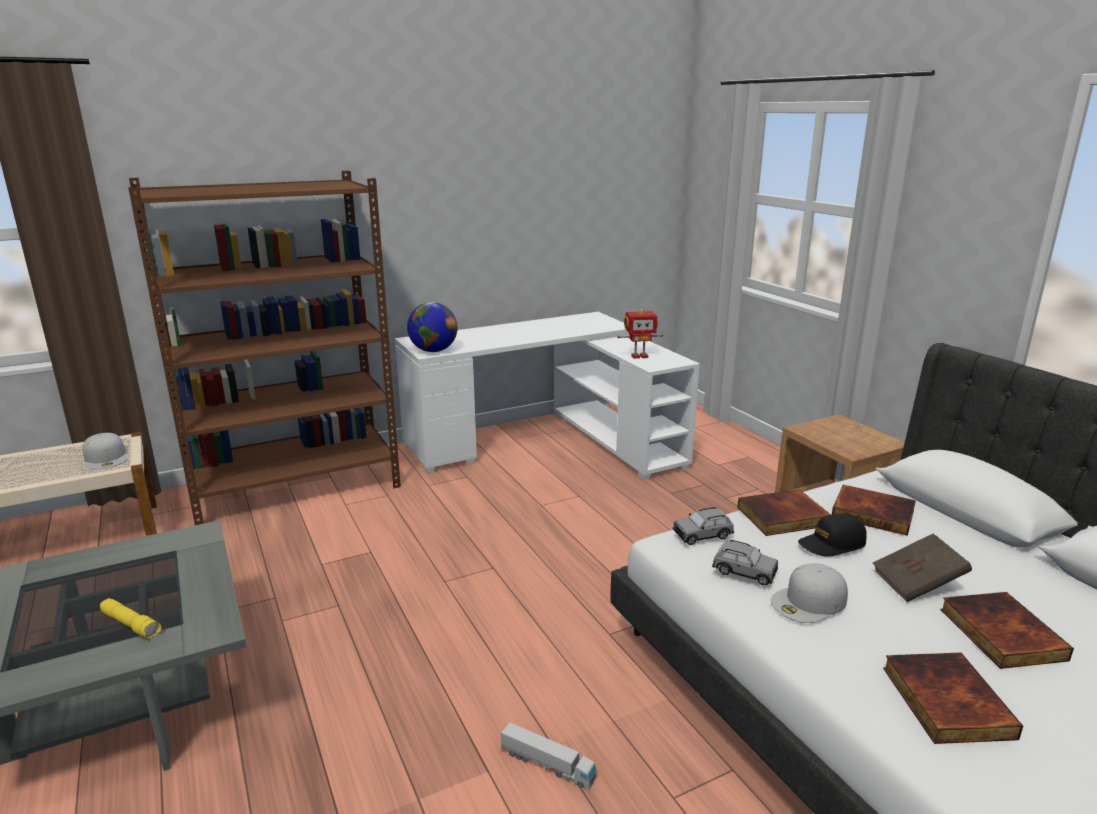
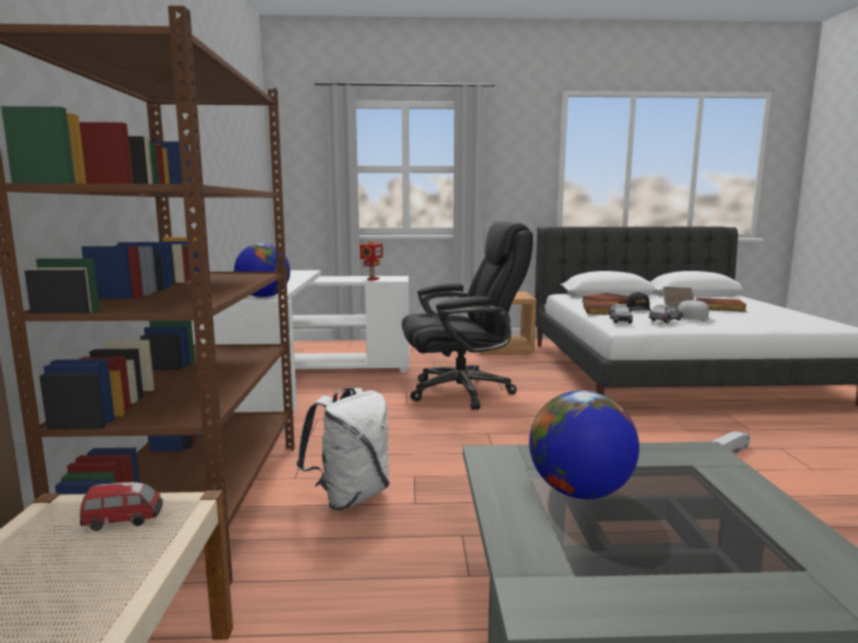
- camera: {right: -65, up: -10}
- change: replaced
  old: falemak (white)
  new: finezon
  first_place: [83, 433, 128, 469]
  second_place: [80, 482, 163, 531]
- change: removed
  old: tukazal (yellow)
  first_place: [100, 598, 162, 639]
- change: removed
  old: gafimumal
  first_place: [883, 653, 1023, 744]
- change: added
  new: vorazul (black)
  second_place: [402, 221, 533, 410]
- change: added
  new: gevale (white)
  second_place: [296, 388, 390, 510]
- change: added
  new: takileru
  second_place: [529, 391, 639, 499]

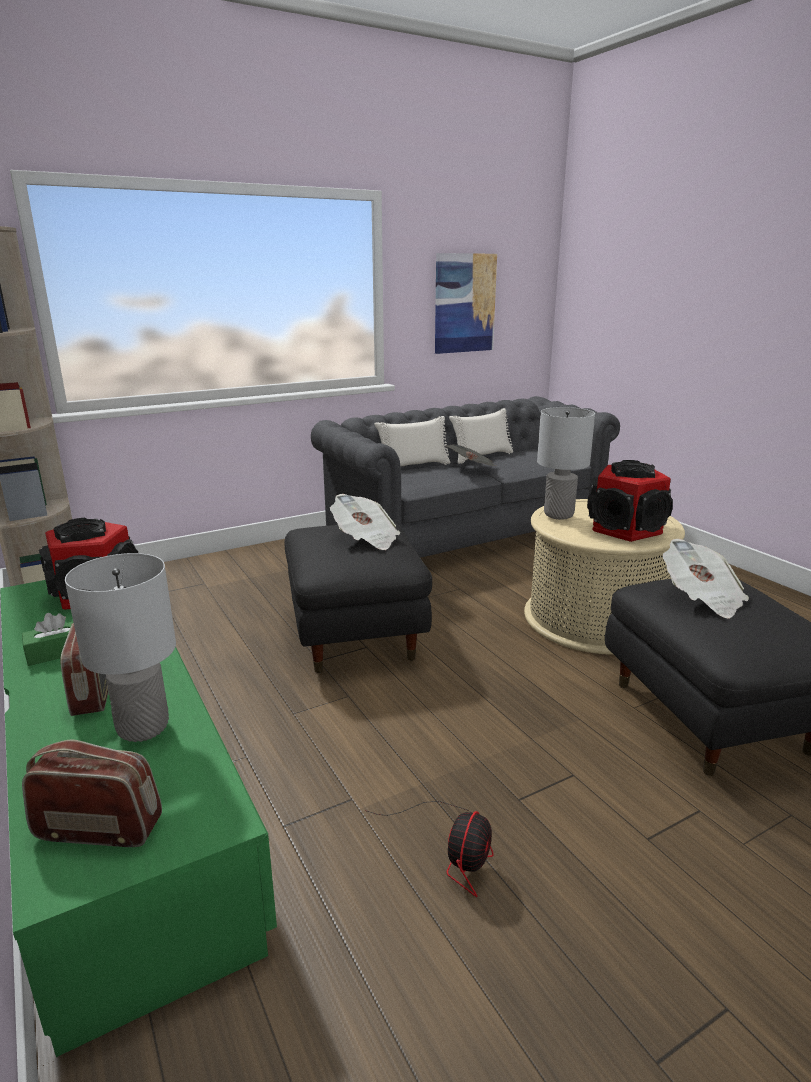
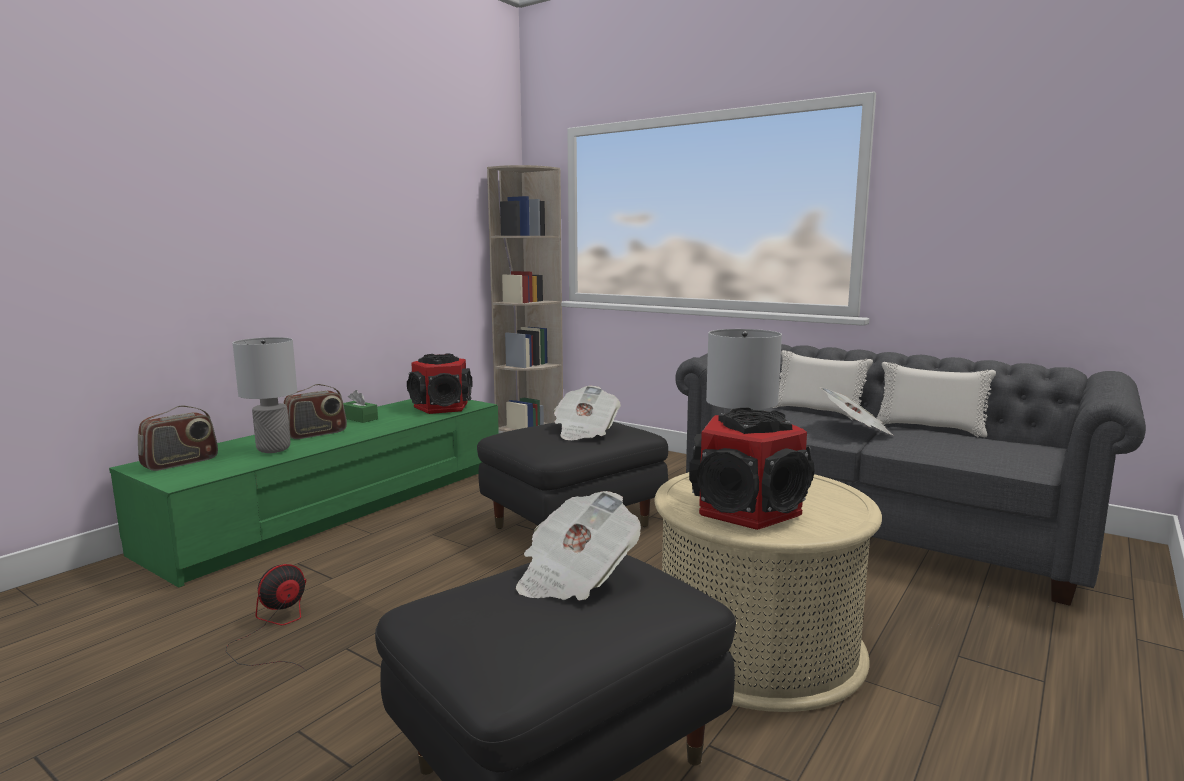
- camera: {right: 65, up: -10}
- change: removed
  old: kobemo
  first_place: [435, 253, 497, 354]
- change: turned
  old: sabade
  first_place: [22, 739, 162, 847]
  second_place: [138, 406, 218, 471]
  degrees: 60
- change: turned
  old: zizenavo
  first_place: [365, 801, 494, 897]
  second_place: [226, 564, 306, 671]
  degrees: 135

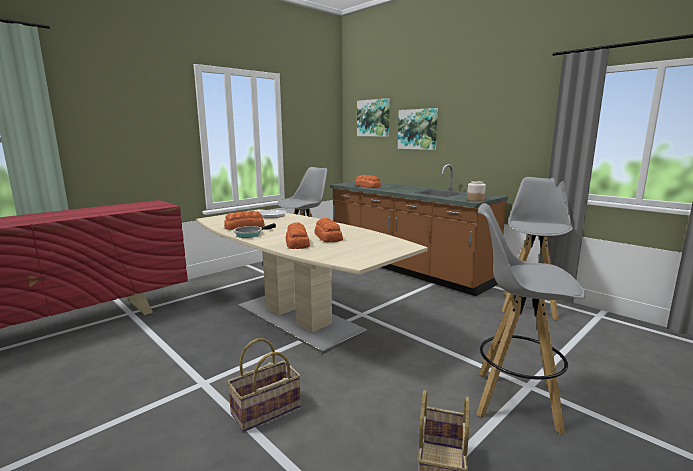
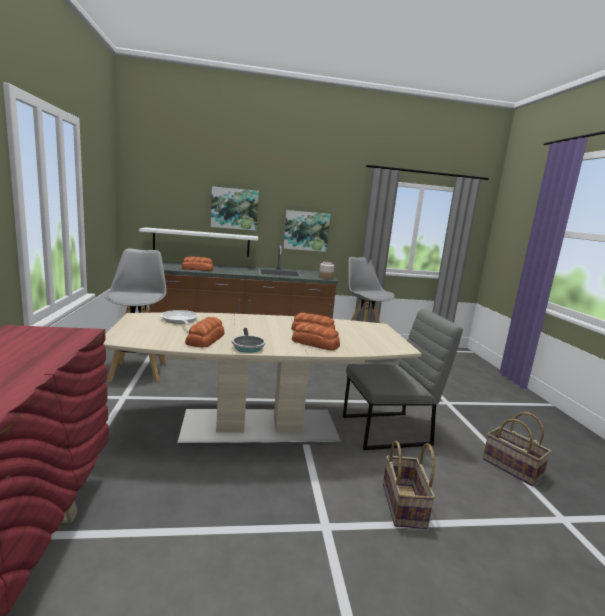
- camera: {right: -55, up: 0}
- change: moved
  old: kobemo
  first_place: [357, 98, 390, 136]
  second_place: [283, 210, 330, 252]
- change: removed
  old: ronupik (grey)
  first_place: [476, 203, 586, 434]
- change: added
  new: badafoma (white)
  second_place: [139, 227, 258, 257]
- change: added
  new: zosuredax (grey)
  second_place: [343, 309, 463, 450]

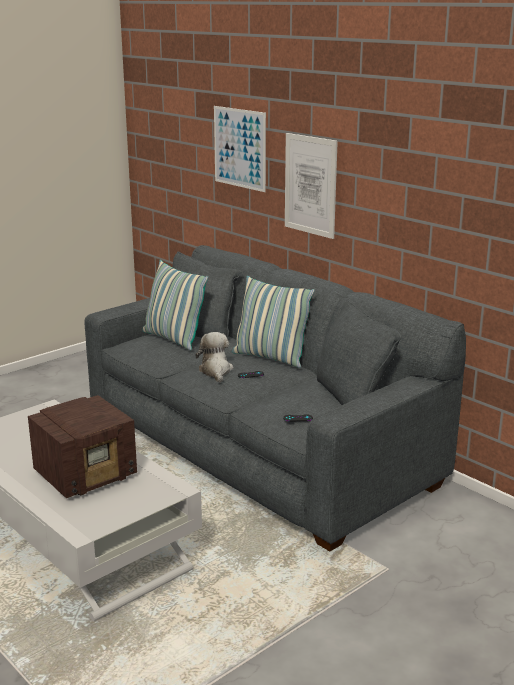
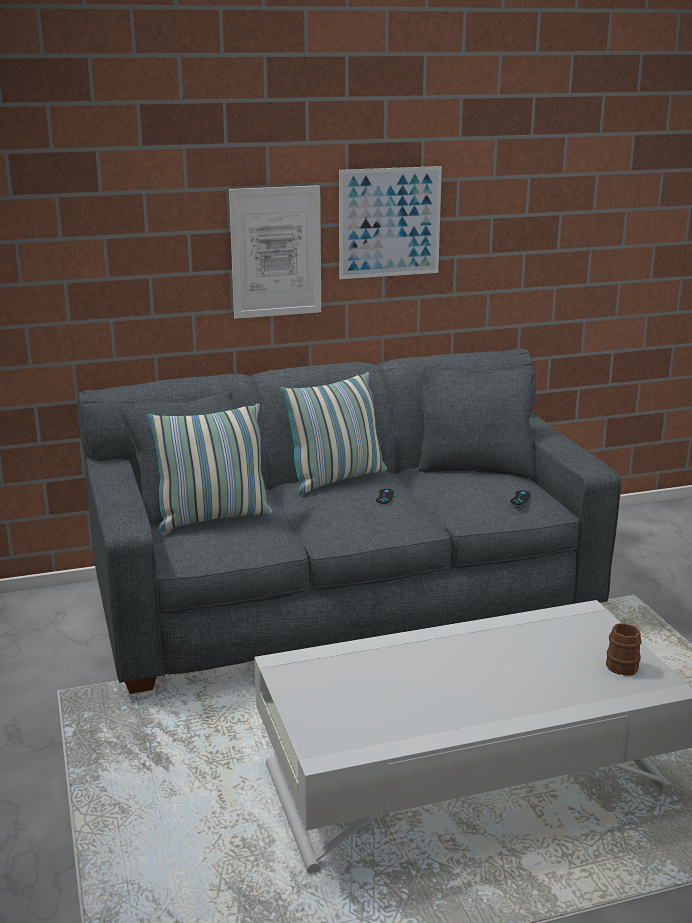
- camera: {right: -65, up: 0}
- change: moved
  old: kobemo
  first_place: [214, 106, 266, 192]
  second_place: [339, 166, 442, 279]
- change: removed
  old: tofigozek
  first_place: [195, 332, 233, 383]
- change: removed
  old: sabade
  first_place: [28, 395, 137, 498]
- change: added
  new: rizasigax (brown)
  second_place: [606, 623, 642, 676]

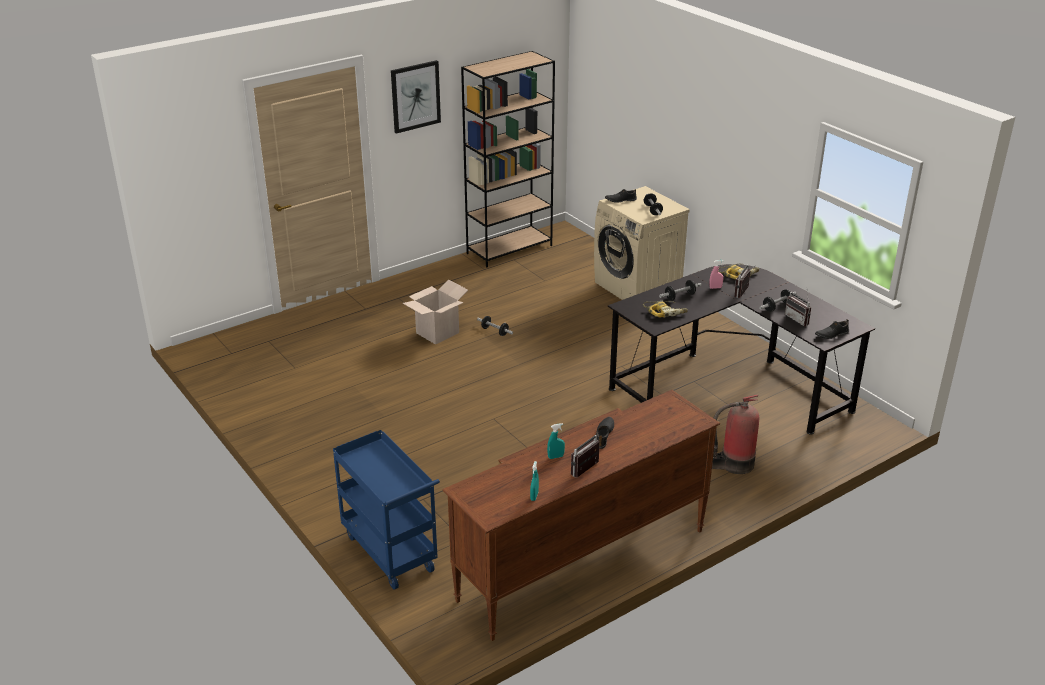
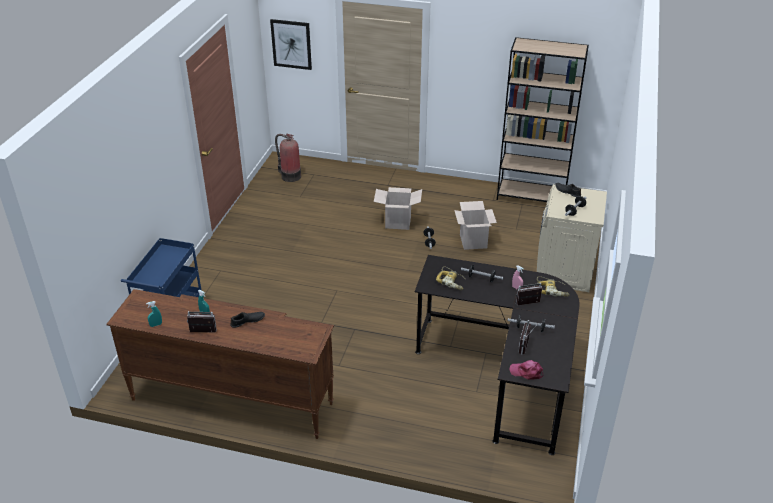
- camera: {right: 50, up: 5}
- change: moved
  old: kobemo
  first_place: [391, 60, 441, 134]
  second_place: [270, 19, 312, 70]
- change: replaced
  old: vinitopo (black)
  new: falemak (pink)
  first_place: [815, 319, 849, 339]
  second_place: [509, 360, 543, 380]
- change: moved
  old: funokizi
  first_place: [712, 394, 759, 474]
  second_place: [275, 134, 301, 182]
- change: added
  new: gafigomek
  second_place: [454, 201, 497, 250]

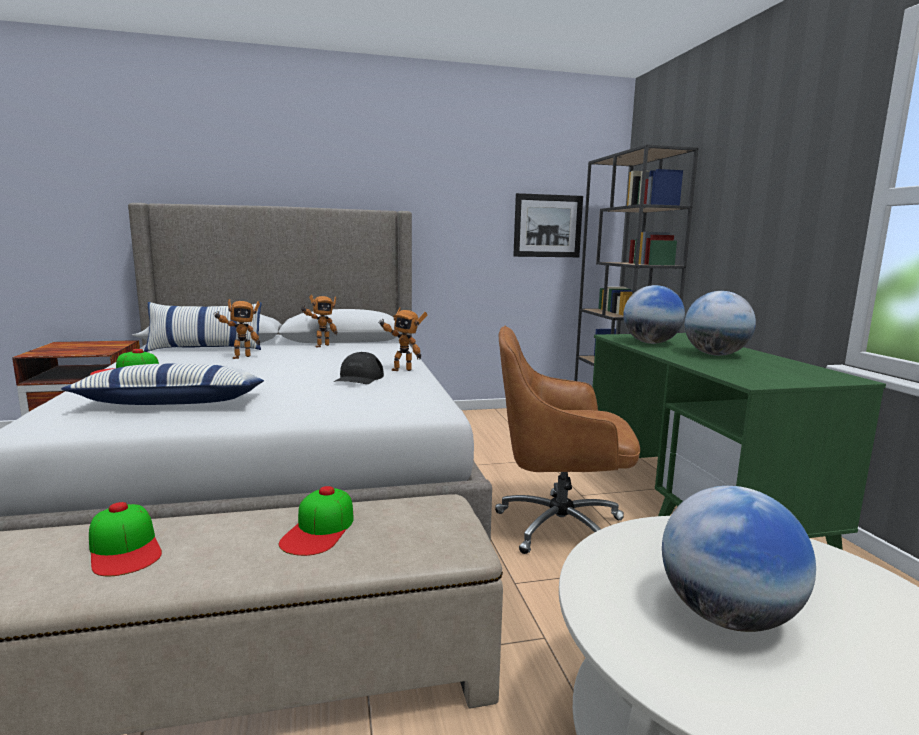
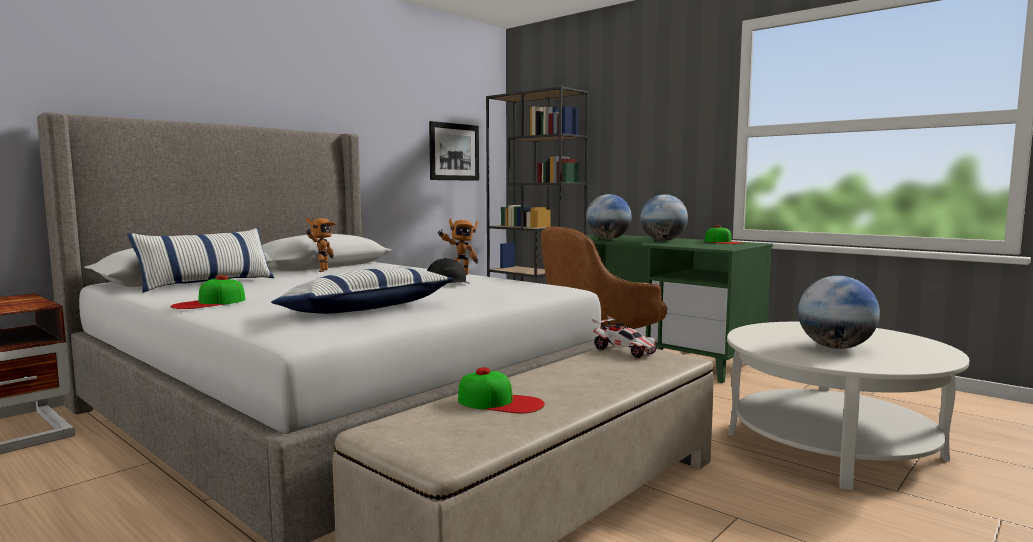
- camera: {right: -35, up: -5}
- change: removed
  old: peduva
  first_place: [213, 299, 260, 359]
- change: moved
  old: falemak
  first_place: [279, 486, 354, 556]
  second_place: [705, 225, 744, 244]
- change: added
  new: finezon
  second_place: [592, 316, 659, 358]

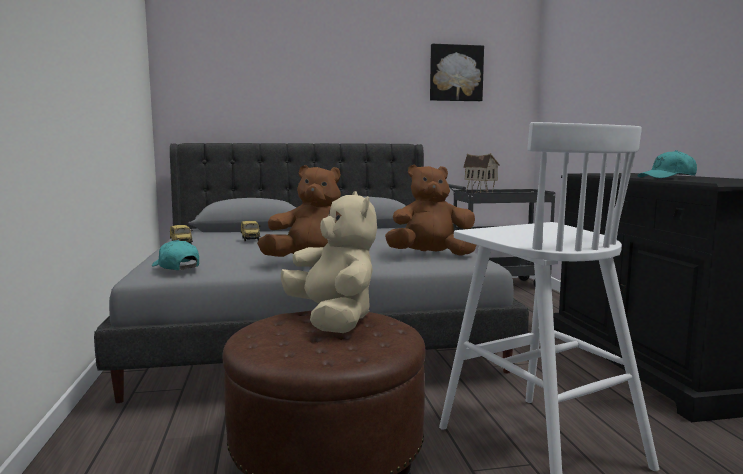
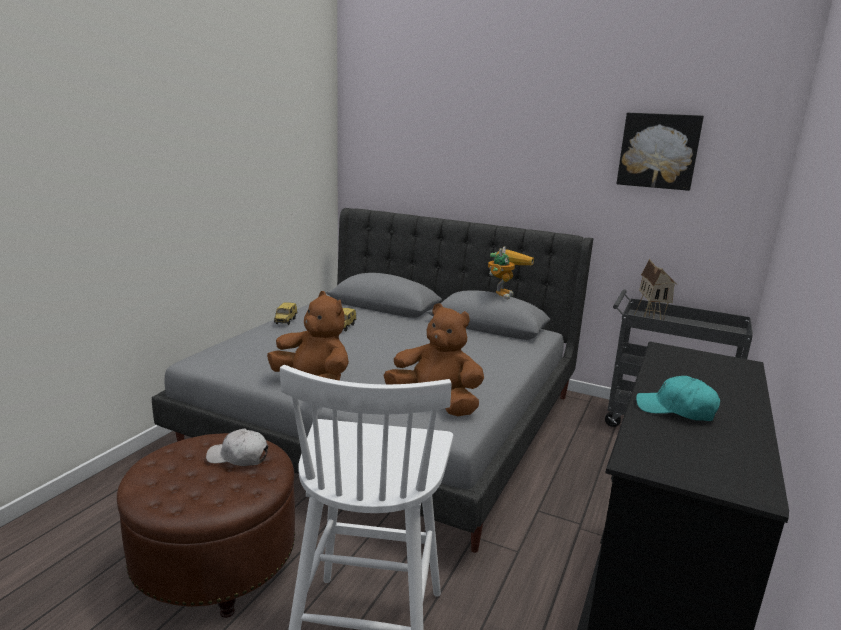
- camera: {right: 35, up: 10}
- change: replaced
  old: tofigozek (beige)
  new: falemak (white)
  first_place: [281, 191, 377, 333]
  second_place: [206, 429, 268, 466]
- change: removed
  old: falemak (turquoise)
  first_place: [152, 240, 199, 270]
- change: added
  new: peduva
  second_place: [488, 246, 534, 300]

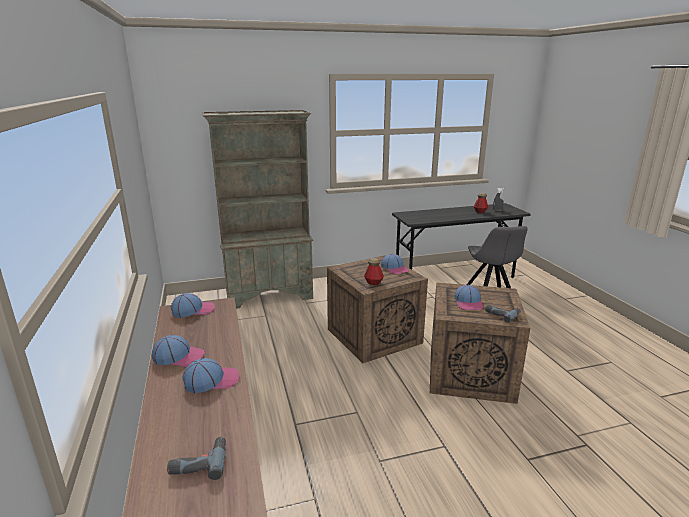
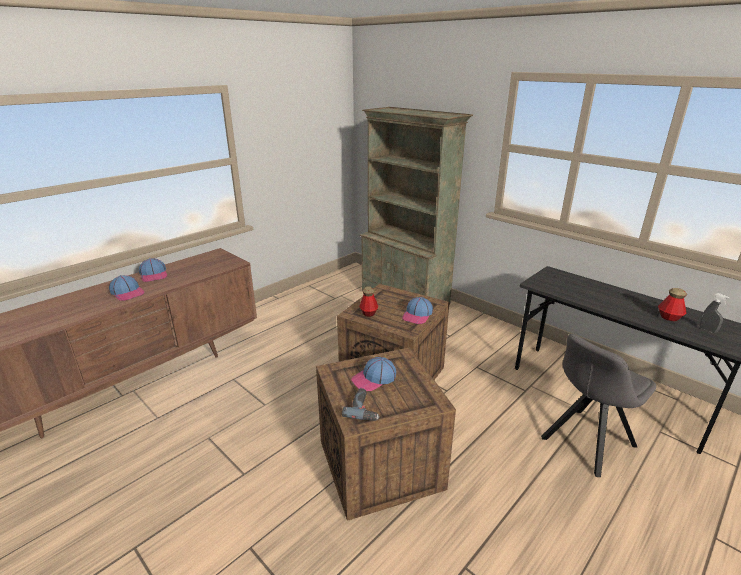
- camera: {right: 60, up: 5}
- change: removed
  old: falemak
  first_place: [171, 293, 215, 318]
- change: removed
  old: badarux
  first_place: [167, 436, 226, 480]

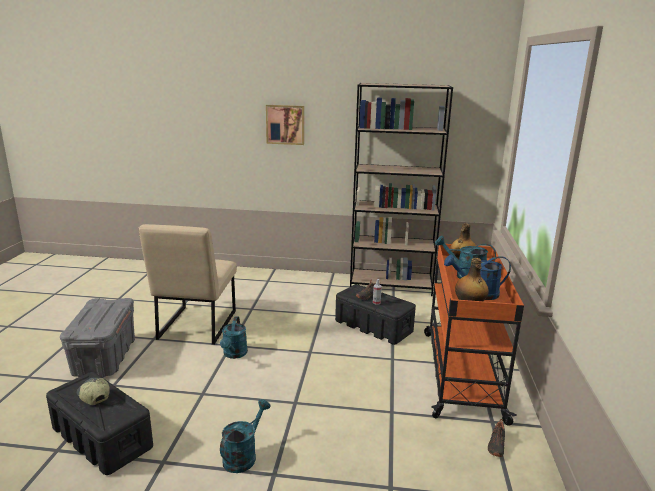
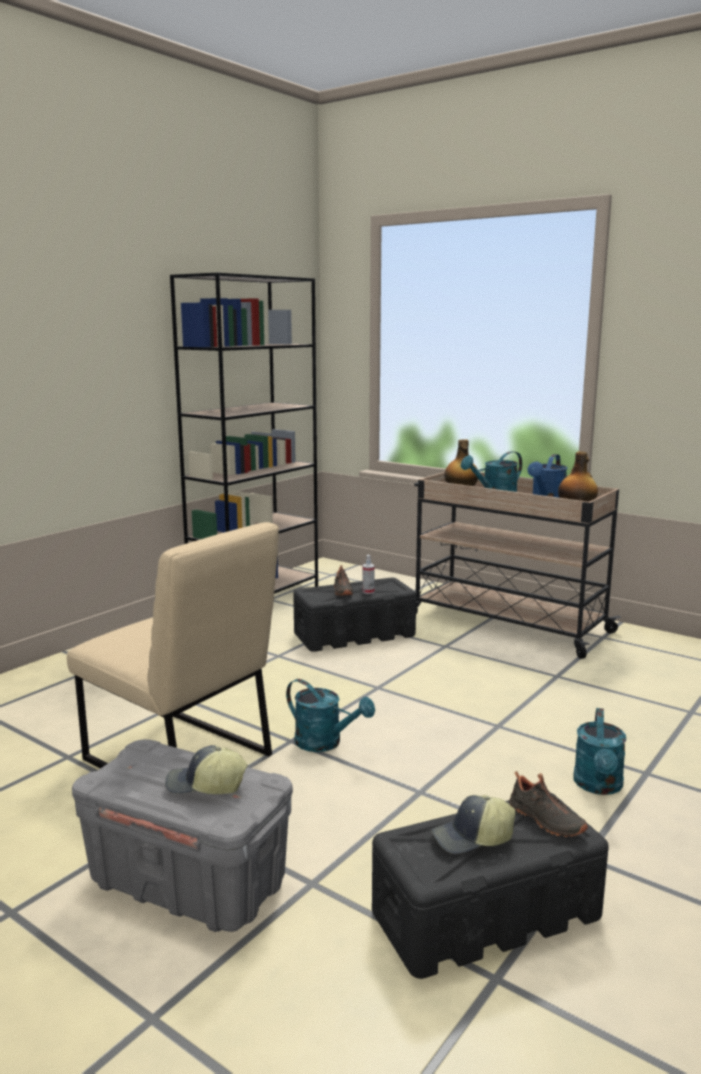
- camera: {right: -60, up: -5}
- change: removed
  old: kobemo
  first_place: [266, 105, 304, 145]
- change: recoloured
  old: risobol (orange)
  new: risobol (beige)
  first_place: [424, 244, 524, 426]
  second_place: [414, 472, 621, 659]
- change: turned
  old: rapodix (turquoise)
  first_place: [220, 399, 271, 473]
  second_place: [573, 708, 627, 795]
  degrees: -135
- change: moved
  old: vinitopo (black)
  first_place: [488, 419, 505, 457]
  second_place: [510, 771, 588, 837]
- change: added
  new: falemak
  second_place: [165, 745, 248, 794]

